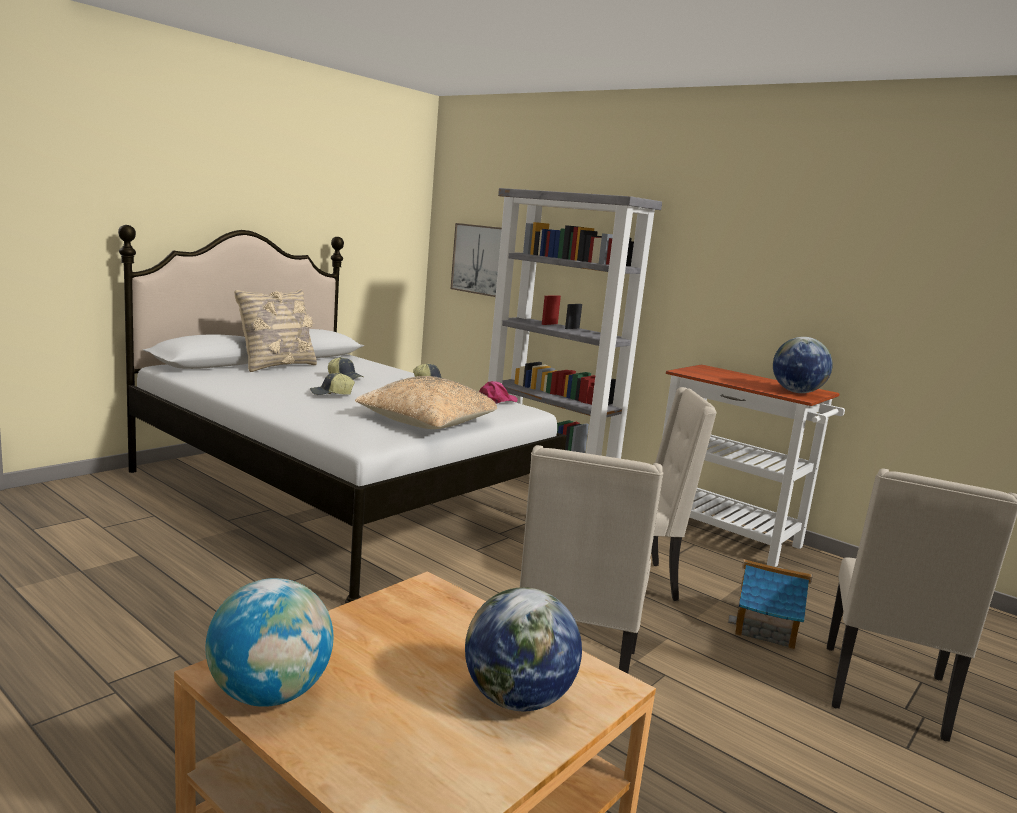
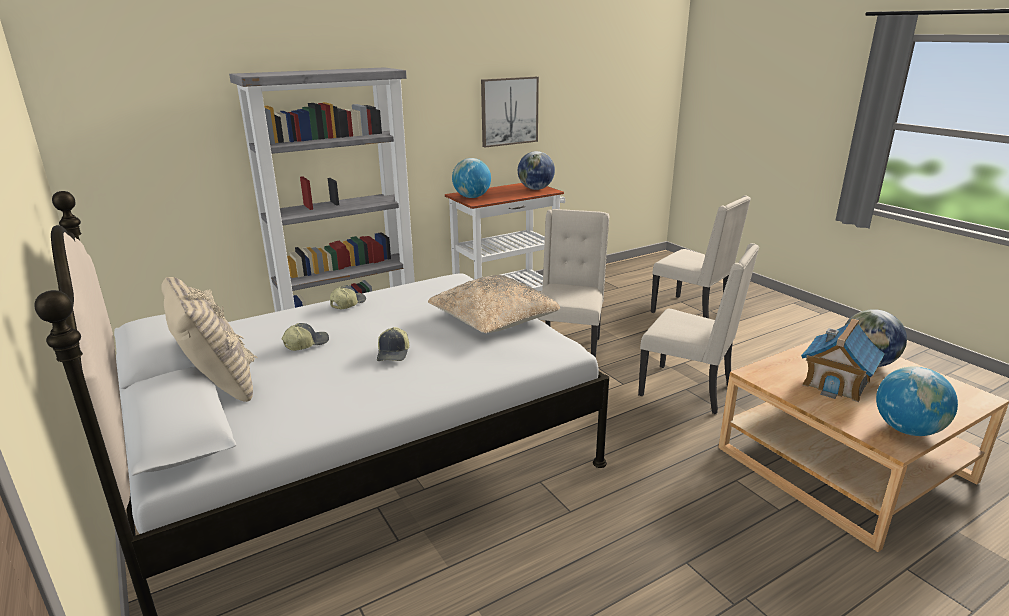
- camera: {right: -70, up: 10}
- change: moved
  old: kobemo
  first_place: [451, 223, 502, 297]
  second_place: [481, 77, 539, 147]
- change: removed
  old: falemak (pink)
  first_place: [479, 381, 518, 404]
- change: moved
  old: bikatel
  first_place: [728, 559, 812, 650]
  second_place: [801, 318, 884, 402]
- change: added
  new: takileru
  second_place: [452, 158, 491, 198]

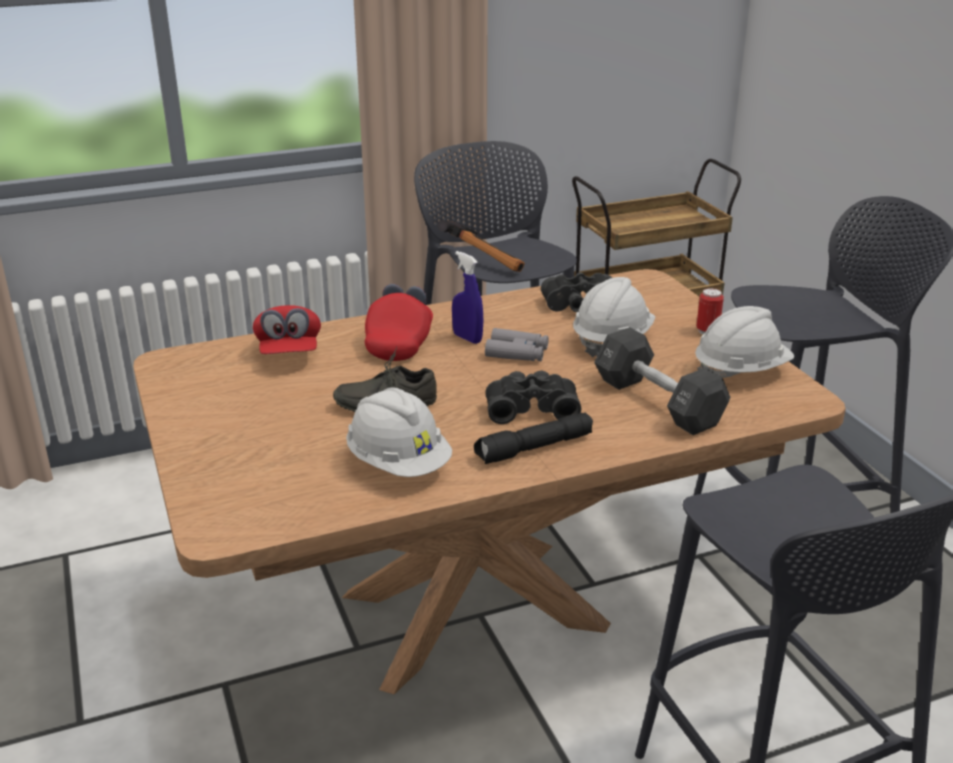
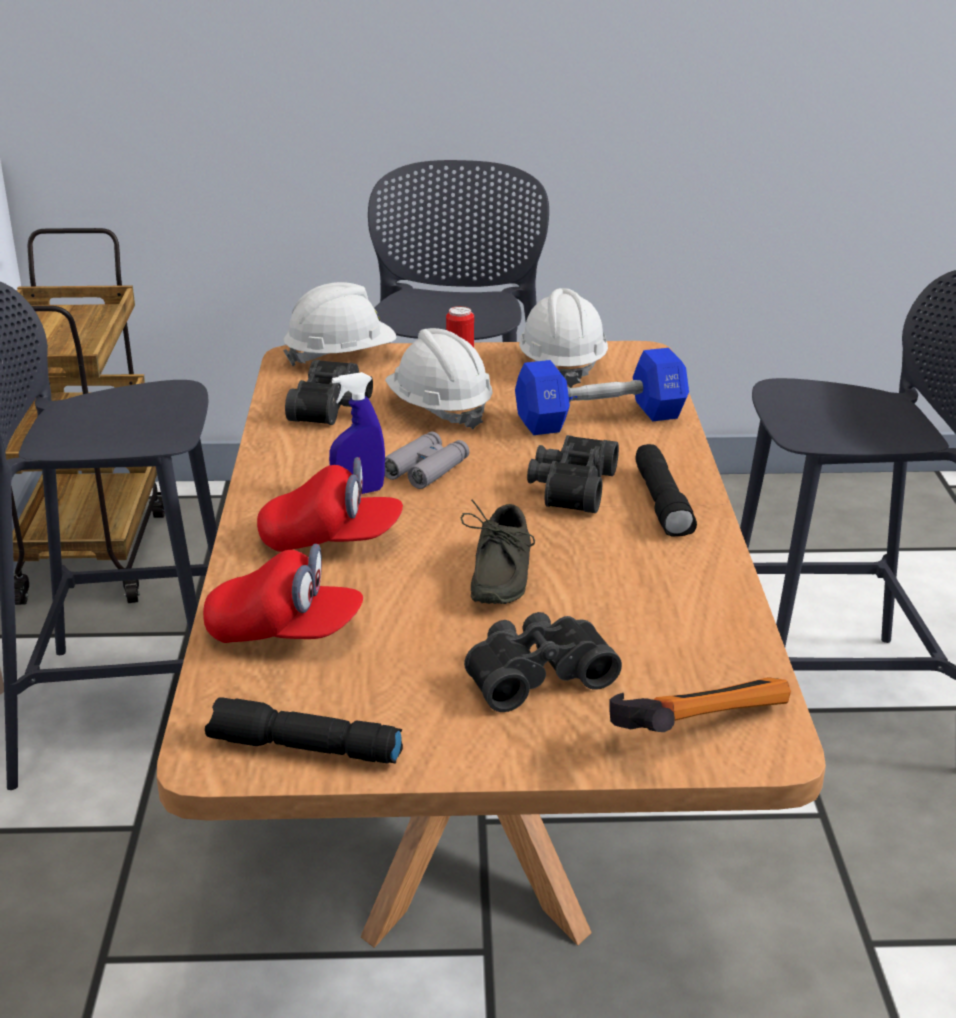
- camera: {right: -70, up: 0}
- change: moved
  old: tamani
  first_place: [437, 220, 525, 272]
  second_place: [610, 677, 791, 732]
- change: turned
  old: falemak (red)
  first_place: [365, 284, 433, 361]
  second_place: [257, 457, 403, 552]
  degrees: 150
- change: recoloured
  old: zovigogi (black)
  new: zovigogi (blue)
  first_place: [594, 327, 731, 435]
  second_place: [515, 348, 689, 435]
- change: moved
  old: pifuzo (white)
  first_place: [346, 387, 452, 477]
  second_place: [283, 282, 396, 366]
- change: added
  new: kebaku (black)
  second_place: [464, 612, 622, 712]
- change: added
  new: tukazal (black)
  second_place: [205, 698, 403, 764]

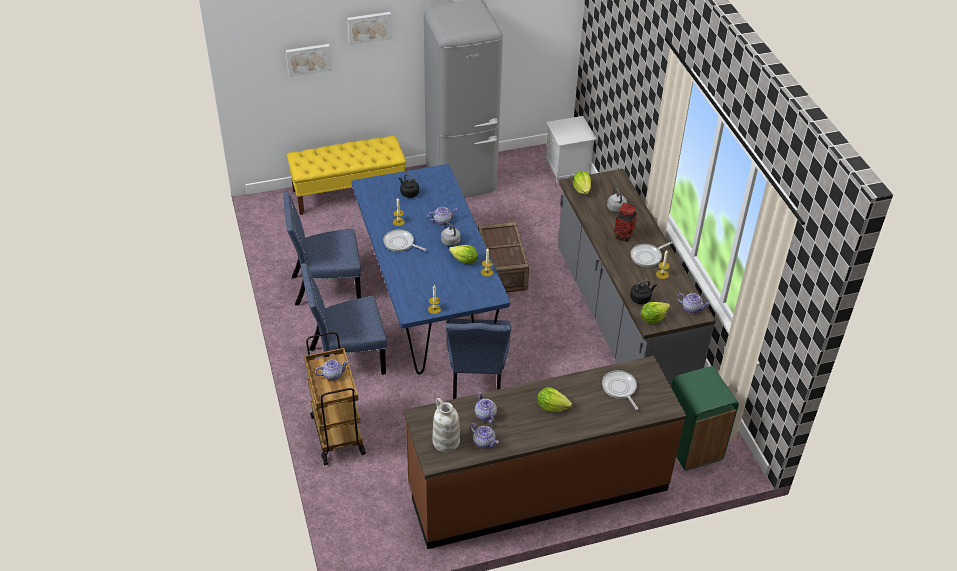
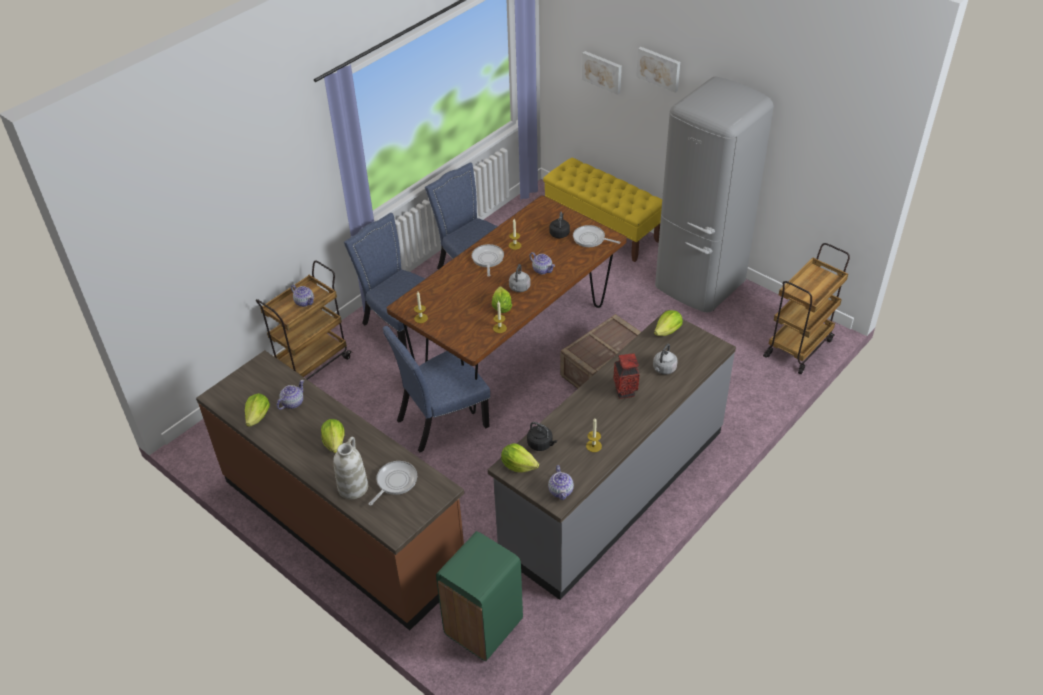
- camera: {right: 60, up: 0}
- change: replaced
  old: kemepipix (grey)
  new: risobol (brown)
  first_place: [545, 116, 597, 183]
  second_place: [763, 243, 850, 374]
- change: recoloured
  old: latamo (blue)
  new: latamo (brown)
  first_place: [352, 164, 510, 374]
  second_place: [387, 195, 627, 414]
- change: moved
  old: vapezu
  first_place: [631, 242, 672, 267]
  second_place: [573, 225, 620, 247]
- change: moved
  old: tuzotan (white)
  first_place: [433, 398, 460, 452]
  second_place: [333, 437, 368, 499]
- change: replaced
  old: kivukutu
  new: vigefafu
  first_place: [470, 423, 499, 449]
  second_place: [245, 393, 270, 427]

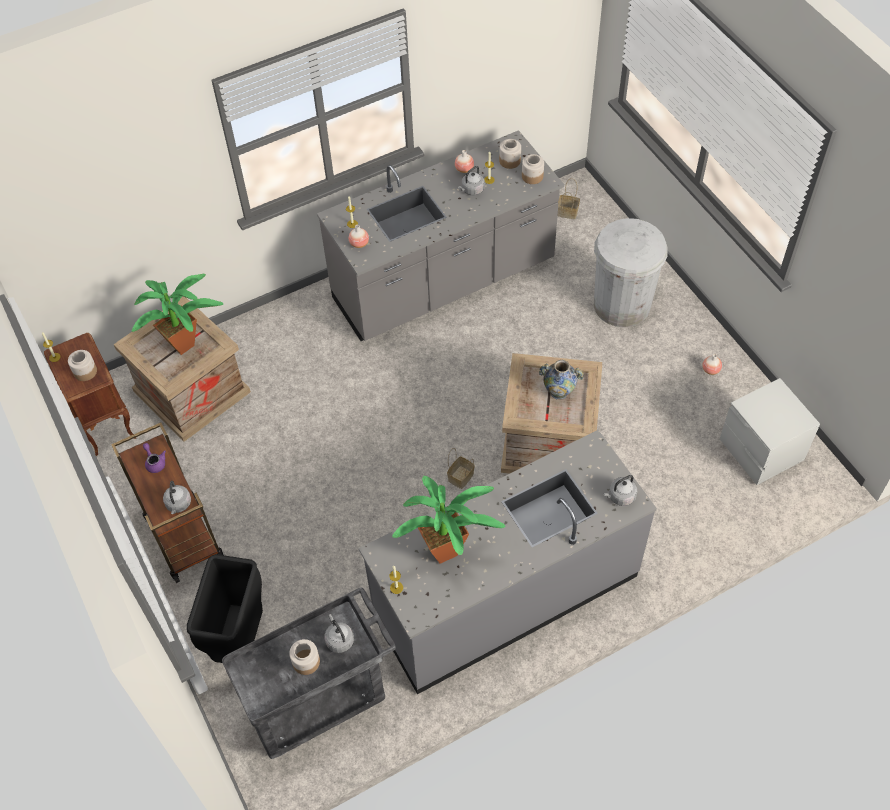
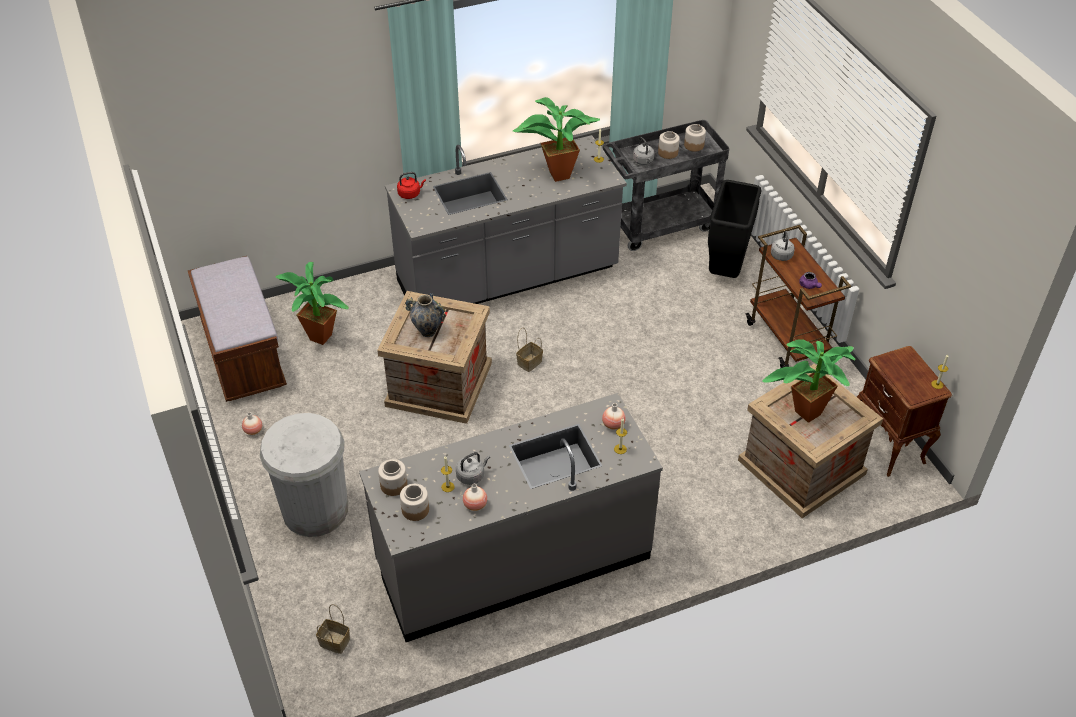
- camera: {right: -175, up: -10}
- change: moved
  old: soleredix
  first_place: [68, 350, 97, 381]
  second_place: [684, 124, 706, 152]
- change: replaced
  old: kemepipix (white)
  new: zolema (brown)
  first_place: [720, 378, 820, 485]
  second_place: [188, 256, 287, 402]
- change: recoloured
  old: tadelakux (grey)
  new: tadelakux (red)
  first_place: [603, 475, 637, 506]
  second_place: [397, 172, 426, 199]
- change: added
  new: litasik
  second_place: [275, 262, 349, 345]

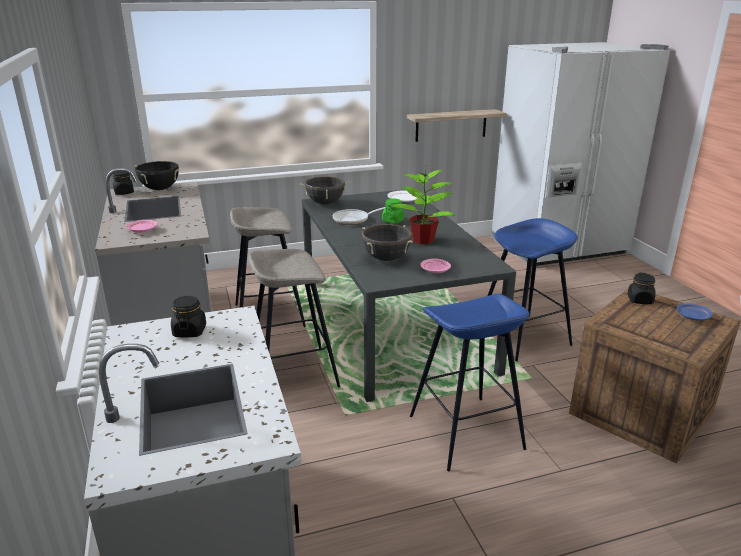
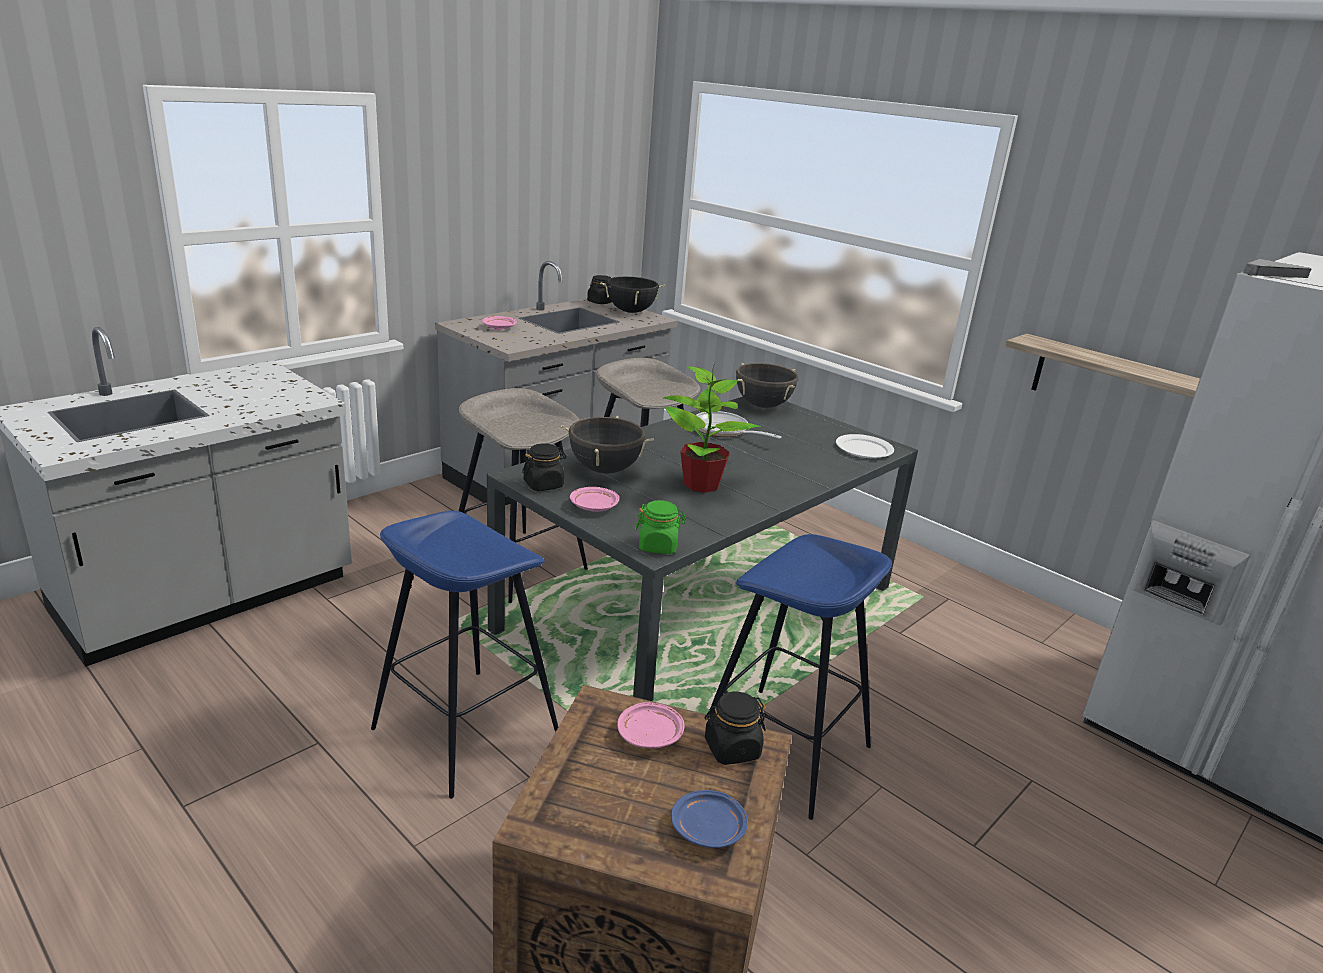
- camera: {right: 60, up: 0}
- change: moved
  old: soleredix (green)
  first_place: [382, 198, 404, 224]
  second_place: [635, 500, 686, 554]
- change: moved
  old: soleredix (black)
  first_place: [171, 296, 206, 337]
  second_place: [522, 443, 566, 491]
- change: added
  new: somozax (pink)
  second_place: [617, 702, 684, 748]

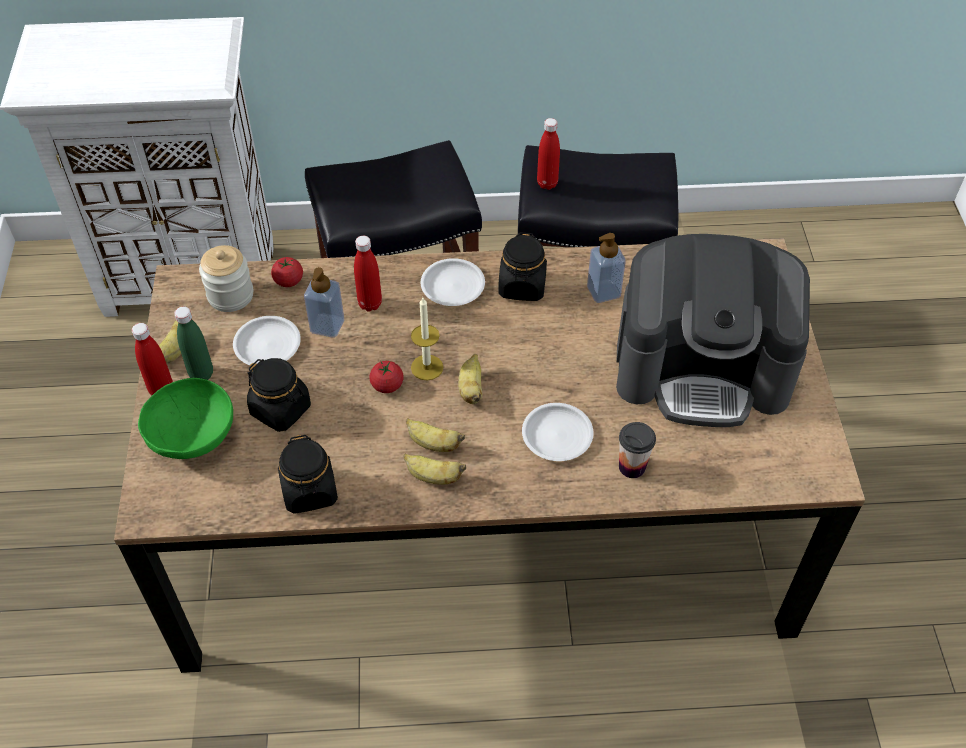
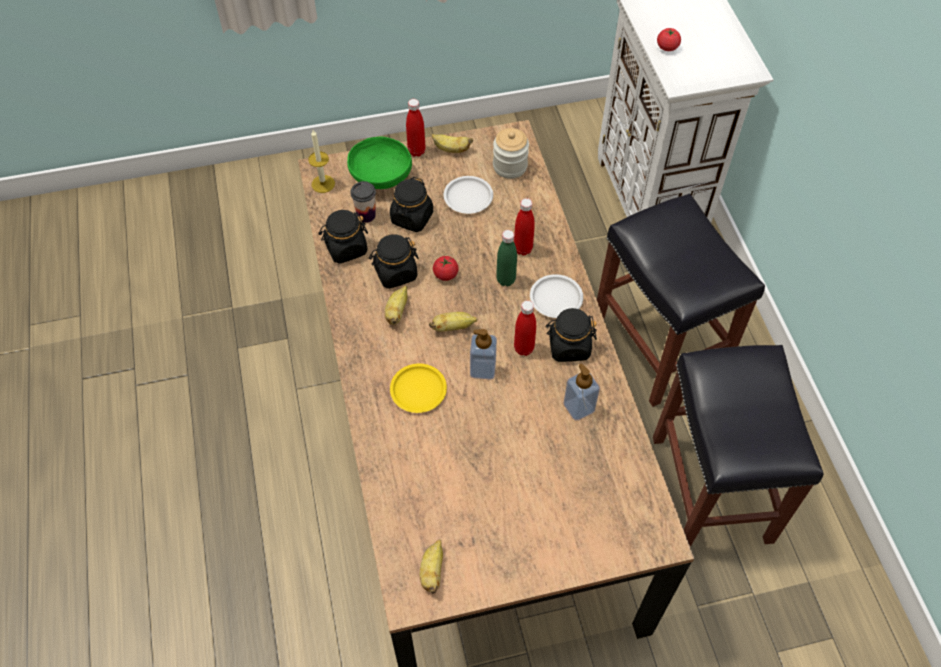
- camera: {right: 80, up: 5}
- change: moved
  old: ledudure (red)
  first_place: [537, 118, 560, 190]
  second_place: [514, 300, 536, 356]
- change: removed
  old: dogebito
  first_place: [616, 234, 810, 427]
- change: moved
  old: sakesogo
  first_place: [271, 257, 303, 287]
  second_place: [657, 28, 681, 51]
- change: moved
  old: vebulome
  first_place: [304, 267, 344, 338]
  second_place: [470, 329, 497, 380]
- change: moved
  old: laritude
  first_place: [411, 298, 443, 380]
  second_place: [308, 130, 335, 193]
- change: moved
  old: ledudure (green)
  first_place: [174, 306, 213, 380]
  second_place: [496, 230, 517, 286]
- change: recoloured
  old: somozax (white)
  new: somozax (yellow)
  first_place: [522, 403, 594, 461]
  second_place: [390, 364, 447, 413]
- change: moved
  old: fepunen
  first_place: [619, 422, 656, 478]
  second_place: [350, 181, 376, 223]
- change: moved
  old: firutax
  first_place: [403, 454, 466, 485]
  second_place: [420, 540, 443, 594]
- change: added
  new: soleredix (black)
  second_place: [369, 234, 419, 289]

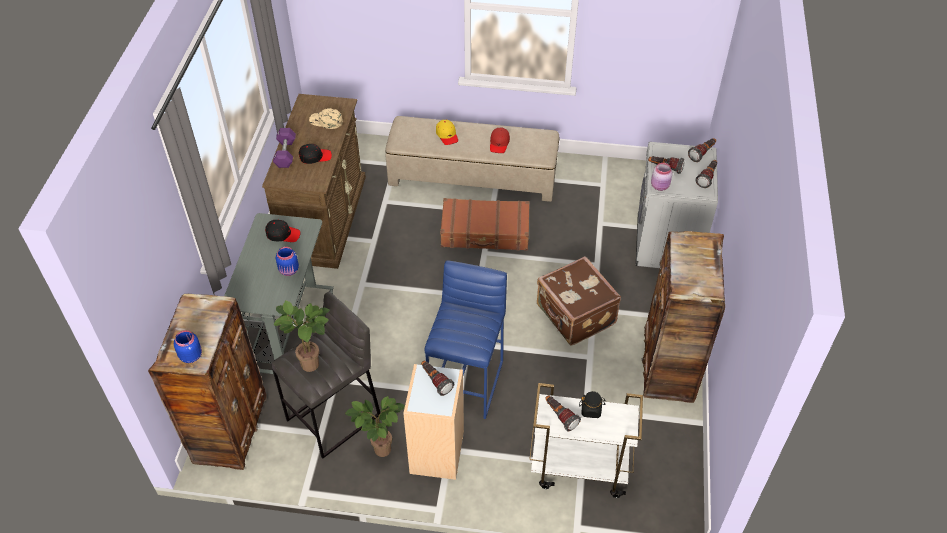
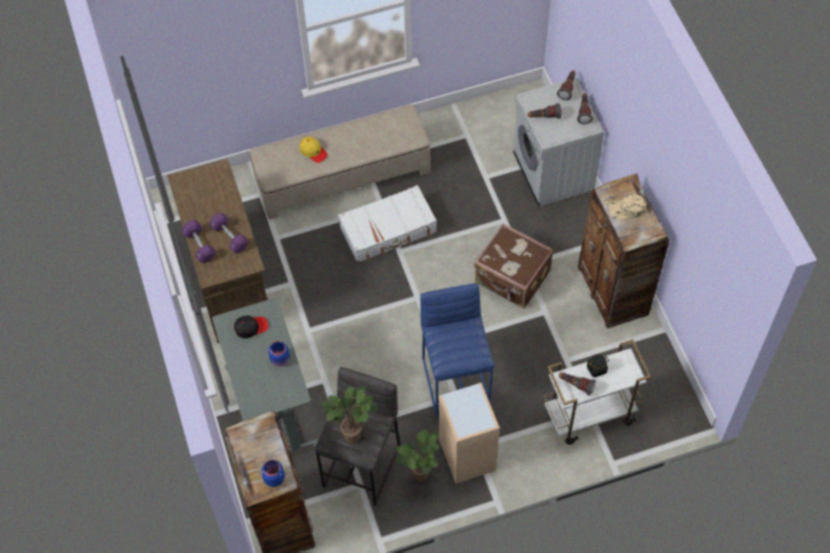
- camera: {right: -25, up: 10}
- change: moved
  old: falemak (beige)
  first_place: [309, 108, 343, 129]
  second_place: [609, 194, 646, 219]
- change: removed
  old: falemak (red)
  first_place: [490, 127, 510, 153]
- change: replaced
  old: falemak (black)
  new: zovigogi (purple)
  first_place: [299, 144, 332, 164]
  second_place: [209, 213, 249, 253]
- change: removed
  old: soleredix (pink)
  first_place: [651, 163, 673, 191]
- change: recoloured
  old: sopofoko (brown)
  new: sopofoko (white)
  first_place: [440, 198, 529, 251]
  second_place: [338, 185, 437, 263]
- change: removed
  old: tukazal
  first_place: [421, 361, 454, 396]

